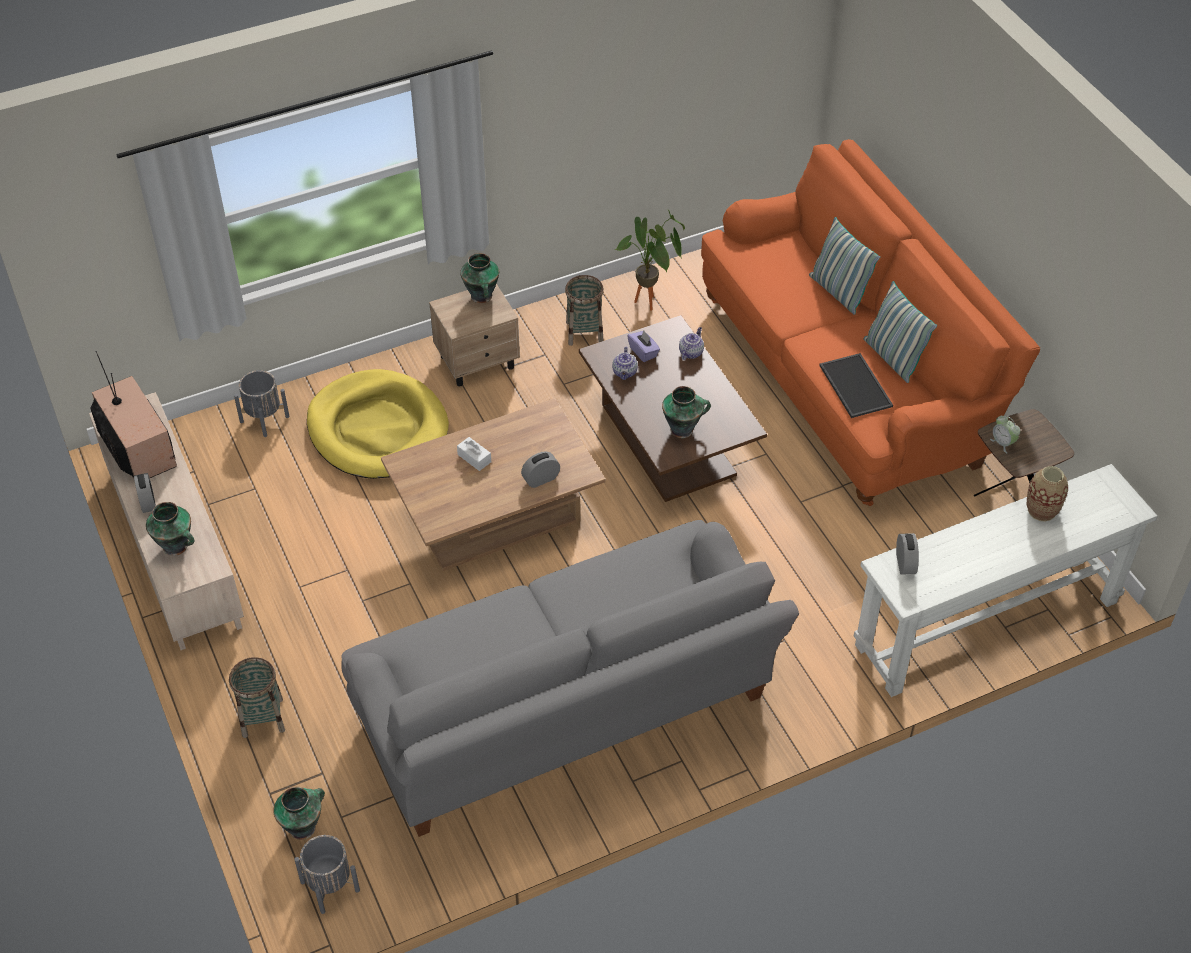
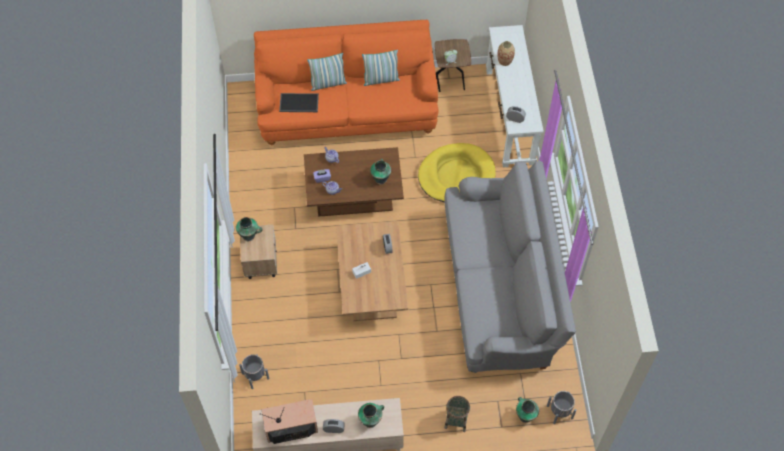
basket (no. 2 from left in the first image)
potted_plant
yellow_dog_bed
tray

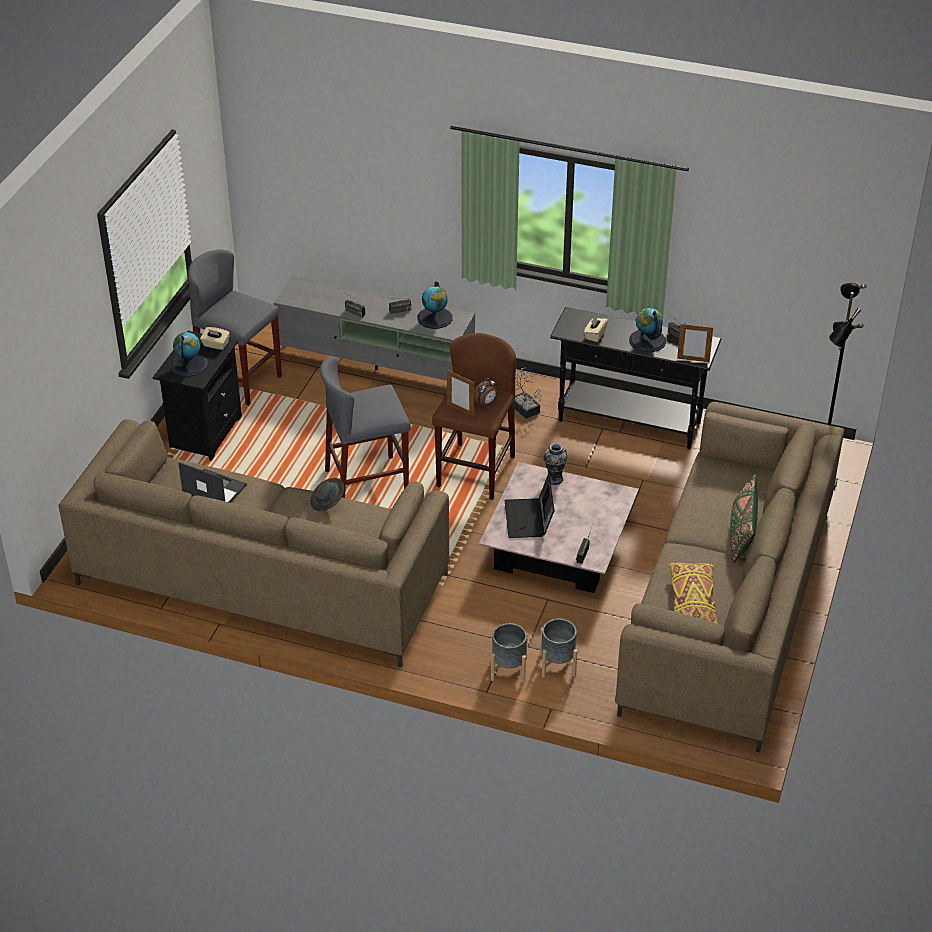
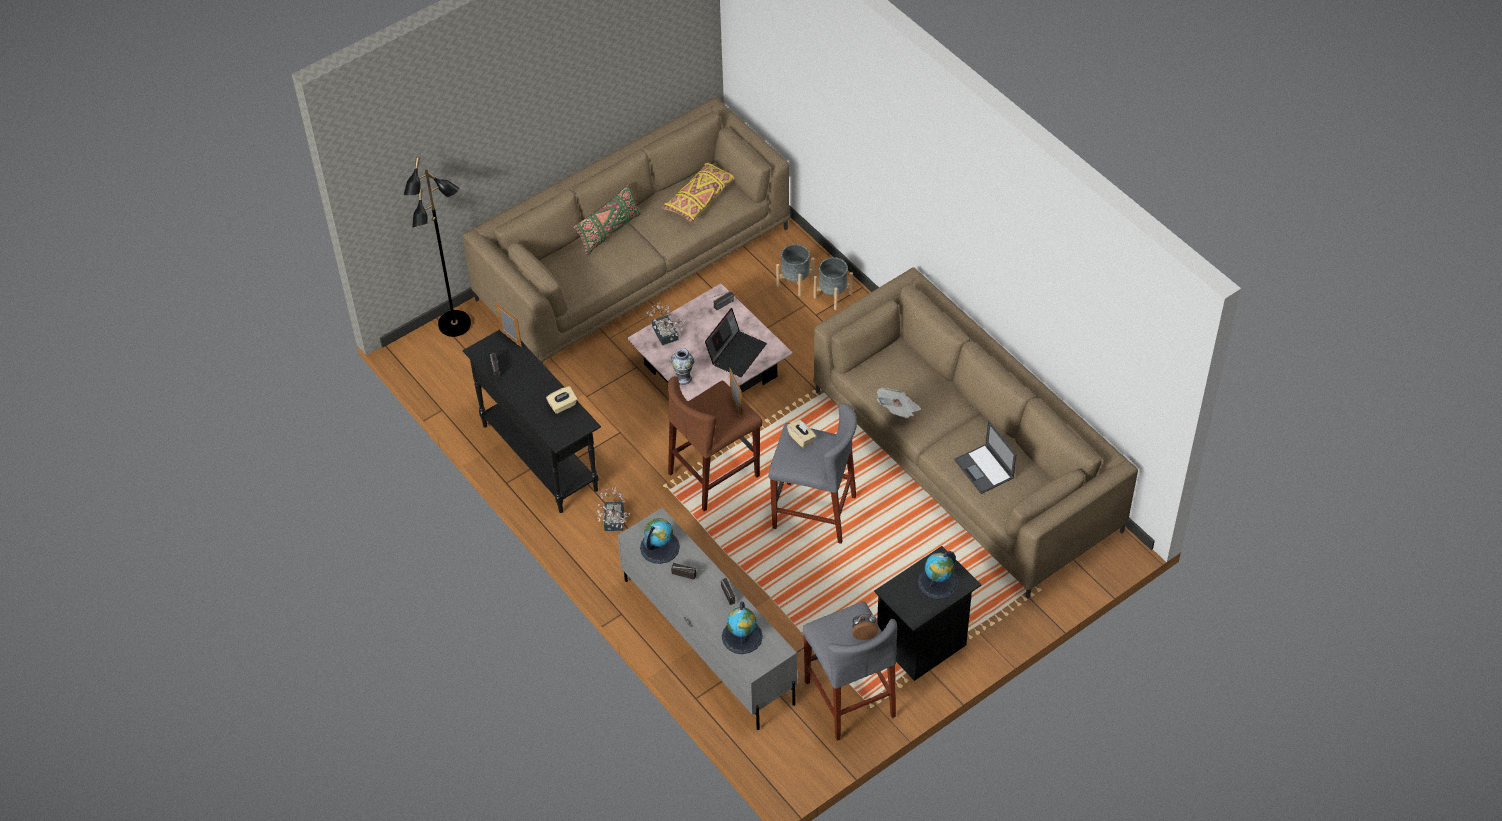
potted_plant (no. 2 from left)
beige_tissue_box (no. 2 from left)
alarm_clock
globe (no. 2 from left)
newspaper

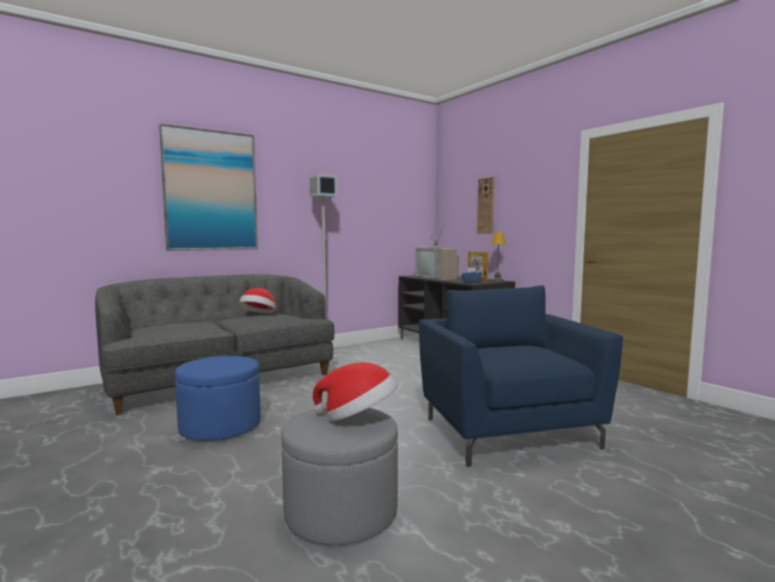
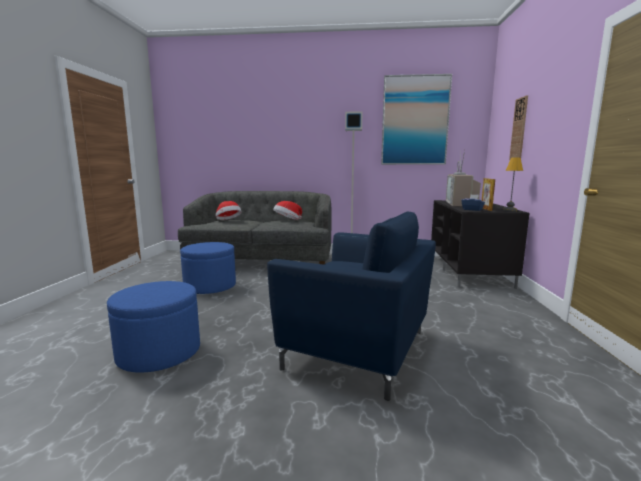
picture
hat (no. 1 from left)
blue_ottoman (no. 1 from left)
blue_armchair

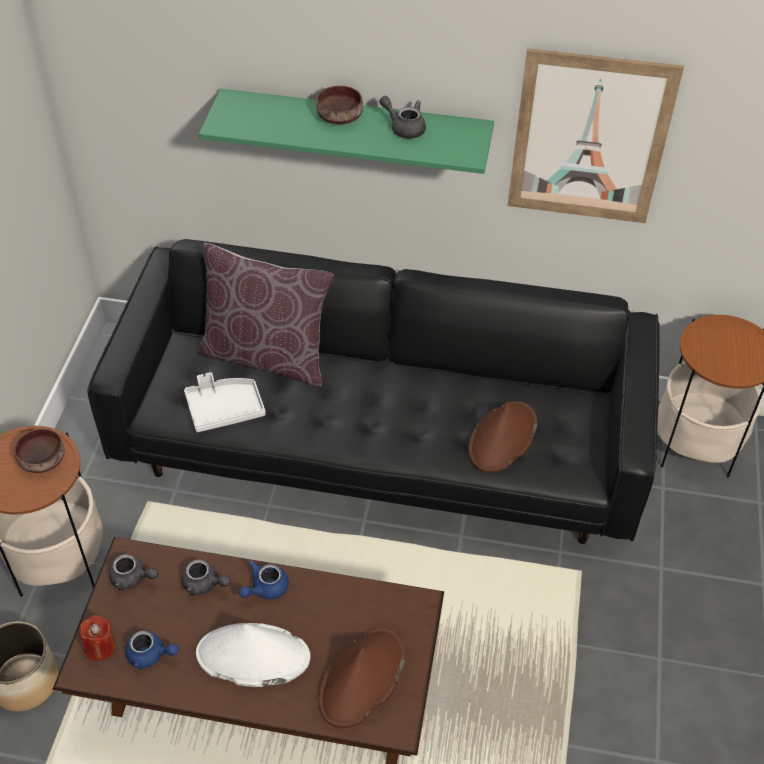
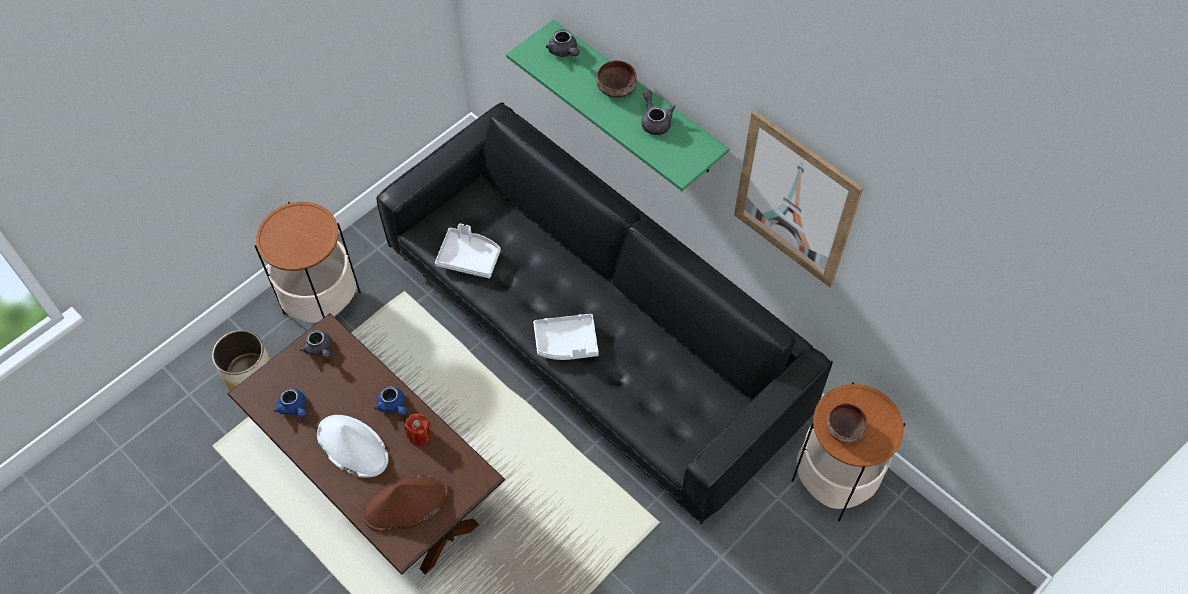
brown_pillow
brown_hat (no. 2 from left in the first image)
white_tray (no. 2 from left)
brown_bowl (no. 2 from left)
red_candle
grey_teapot (no. 2 from left)
blue_teapot (no. 2 from left)

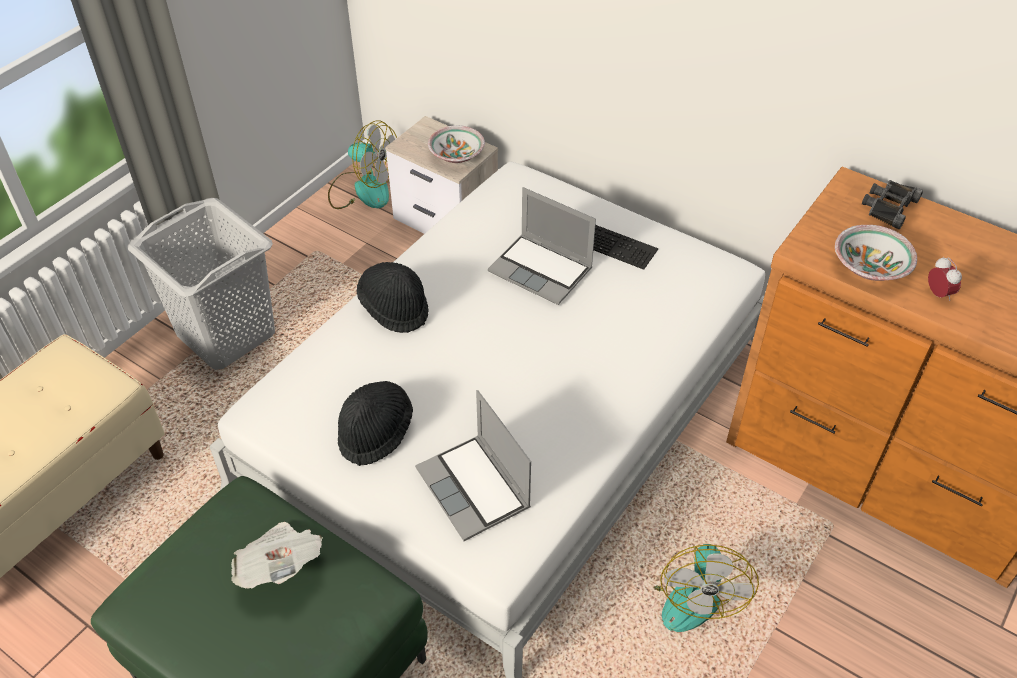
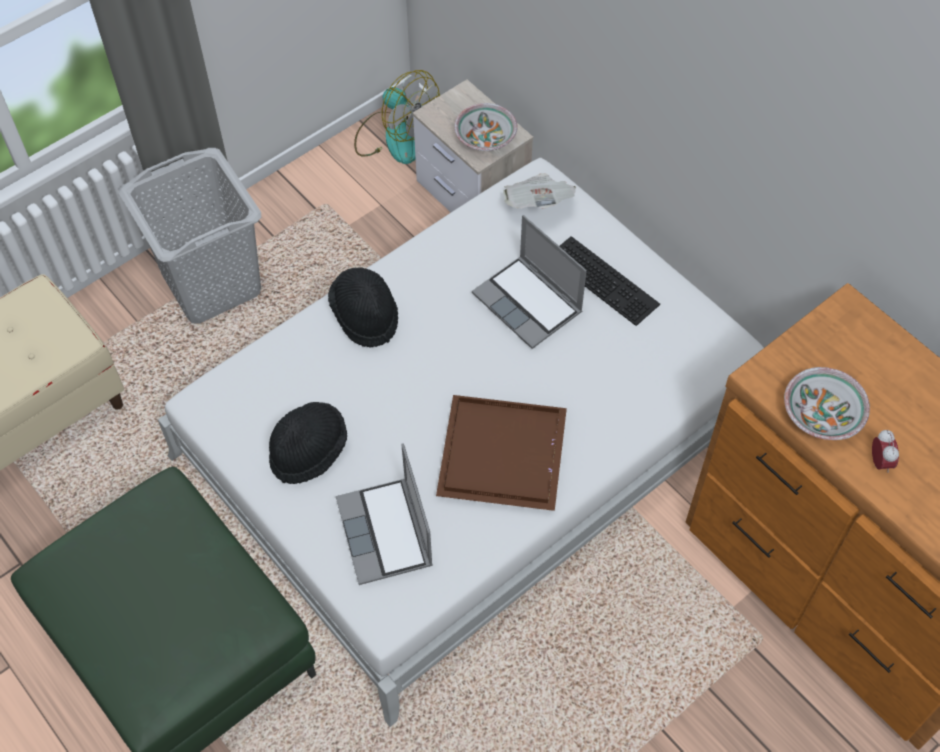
fan (no. 2 from left in the first image)
black_binoculars
brown_tray
newspaper

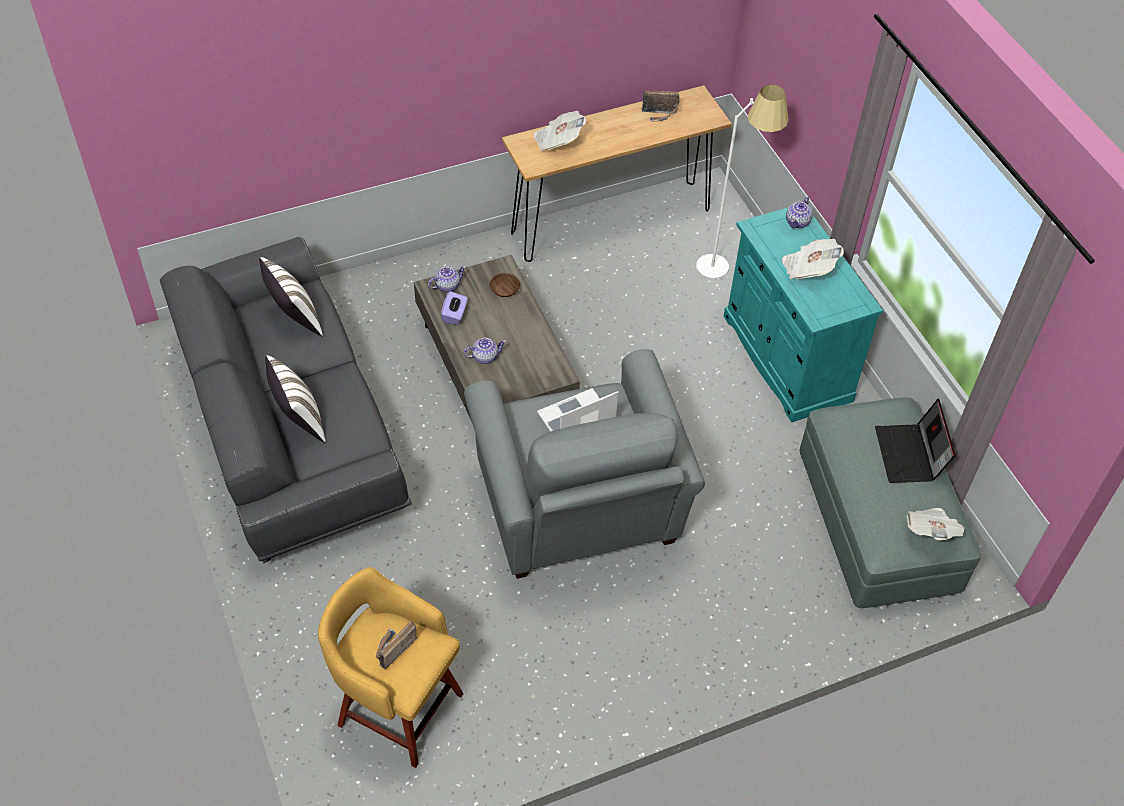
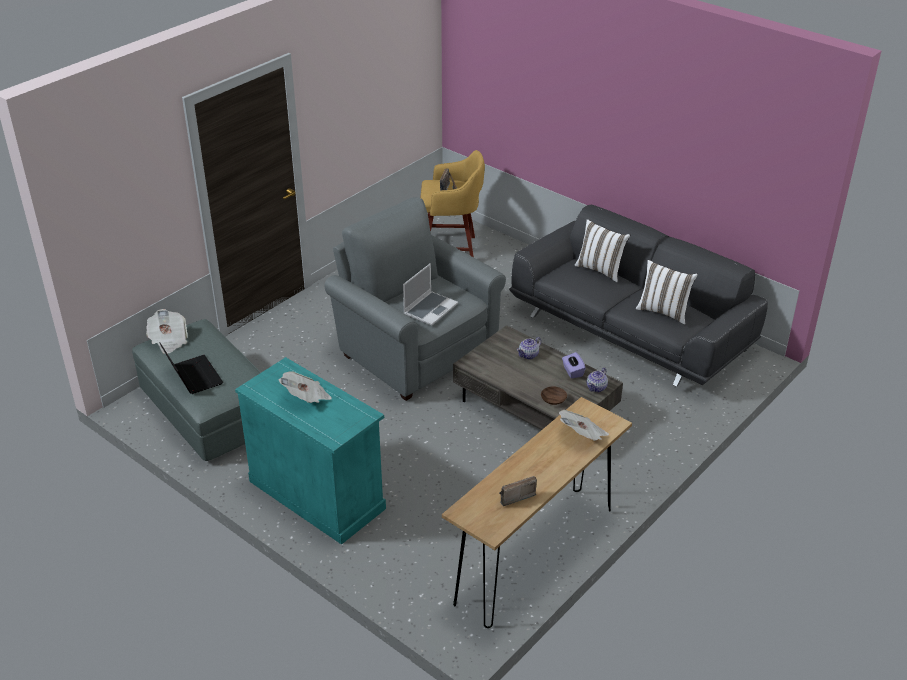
white_floor_lamp
teapot (no. 3 from left in the first image)

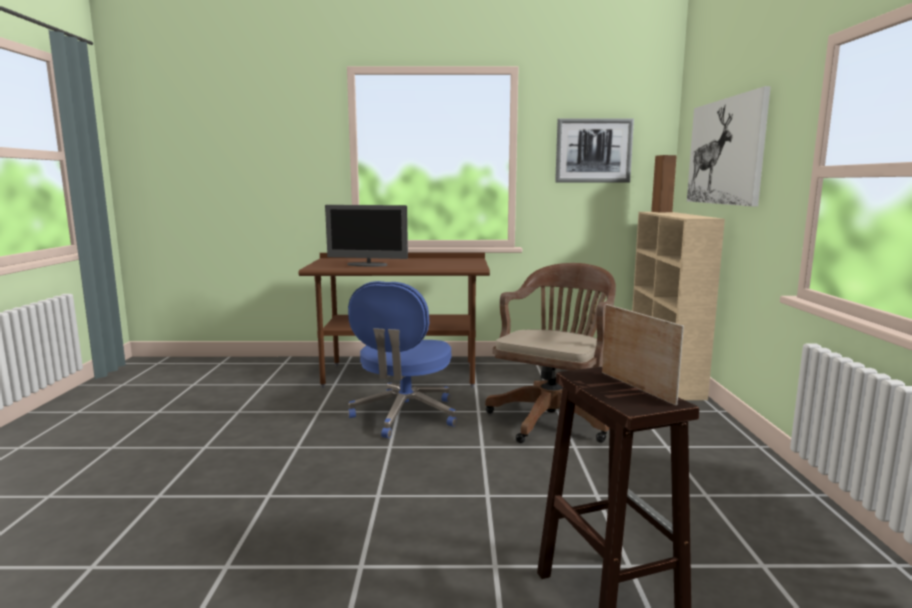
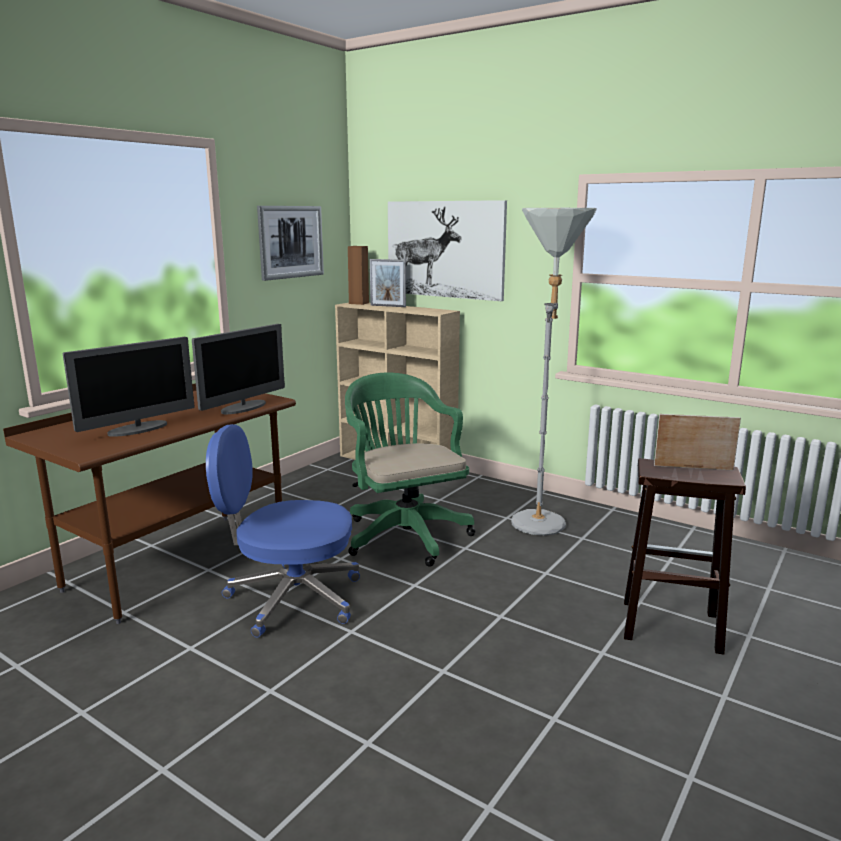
monitor (no. 2 from left)
picture_frame (no. 1 from left)
grey_floor_lamp
green_office_chair
blue_office_chair

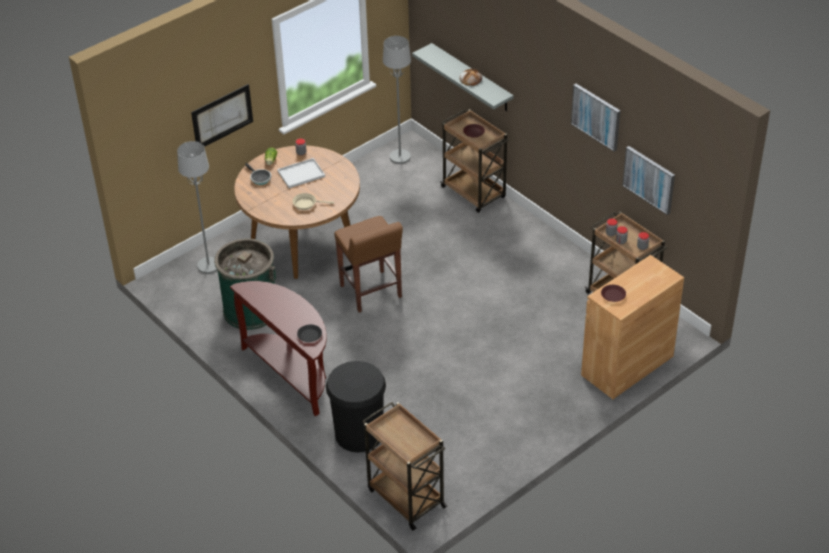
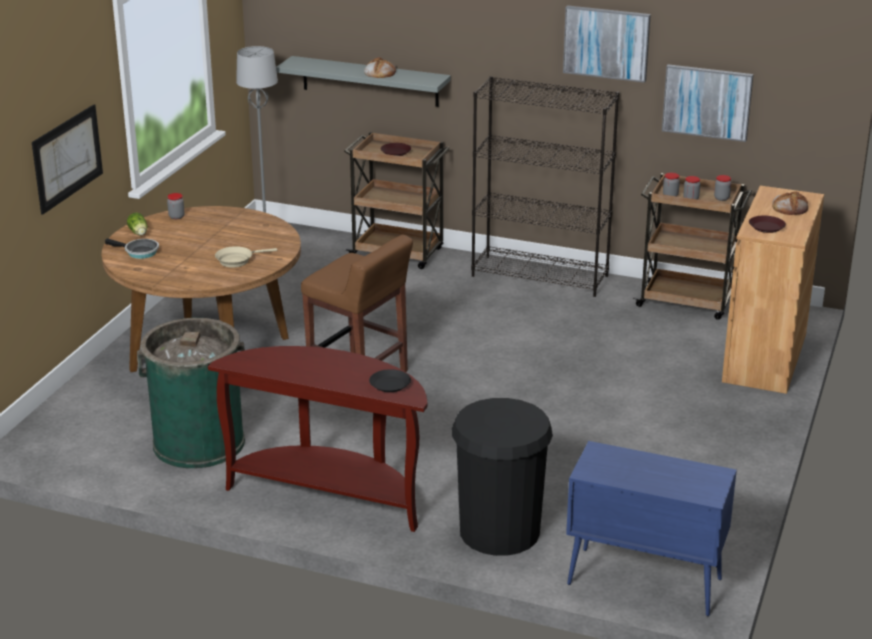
grey_floor_lamp (no. 1 from left in the first image)
white_tray
black_bookcase
bread (no. 2 from left)
blue_cabinet

